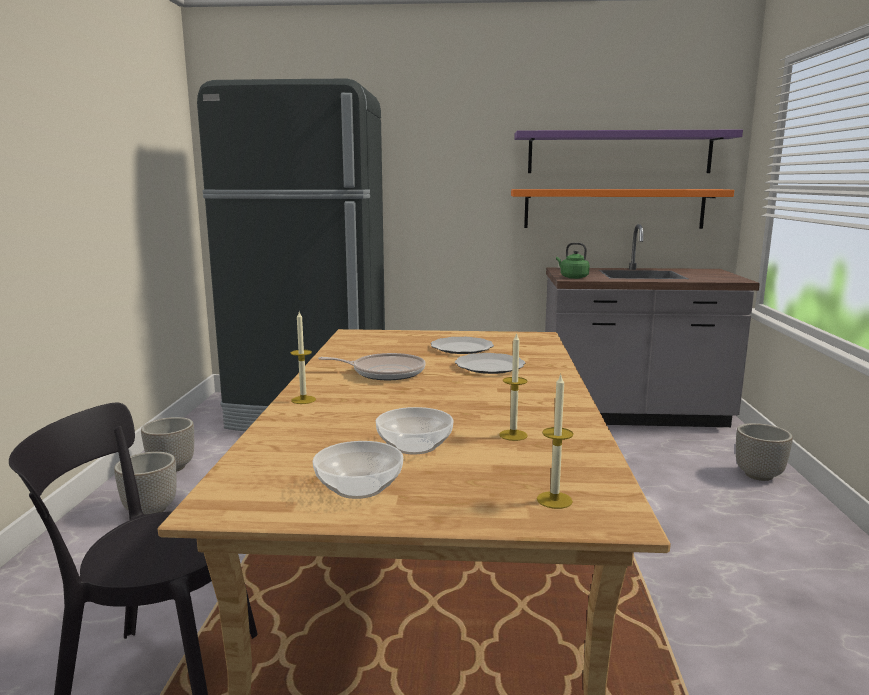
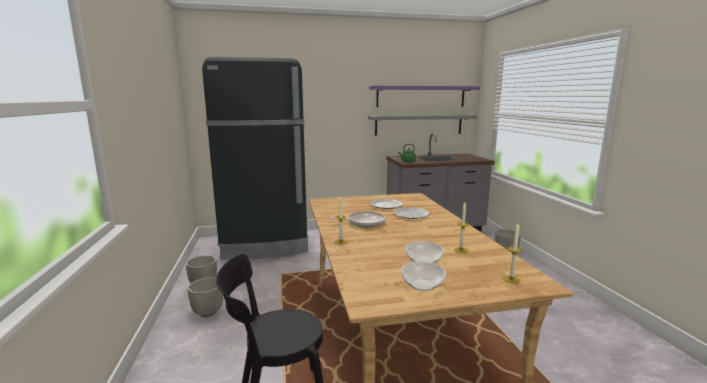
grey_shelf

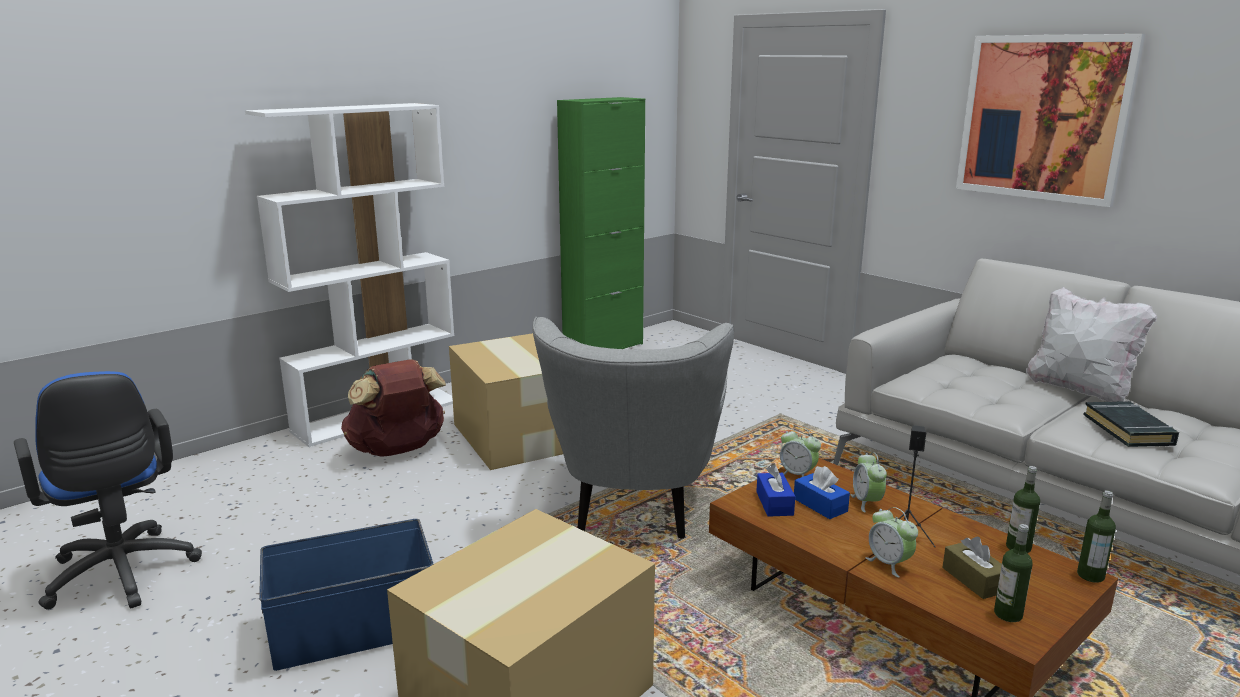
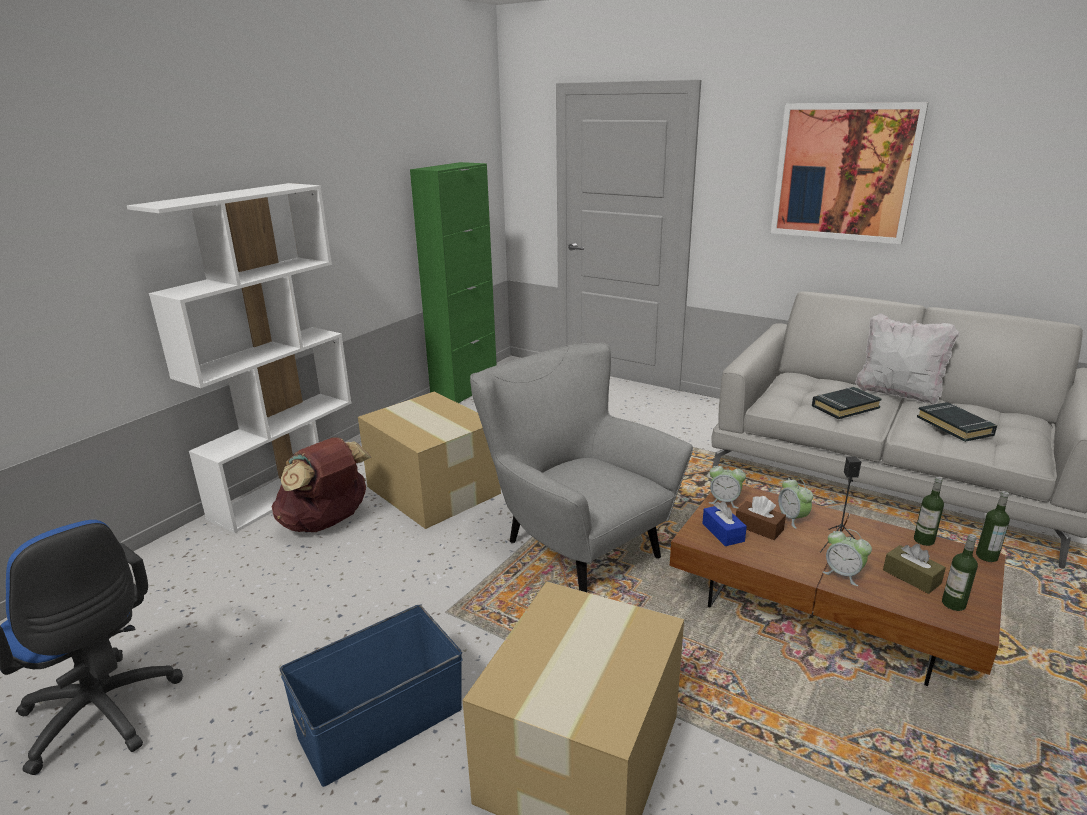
black_book (no. 1 from left)
brown_tissue_box (no. 1 from left)
grey_armchair

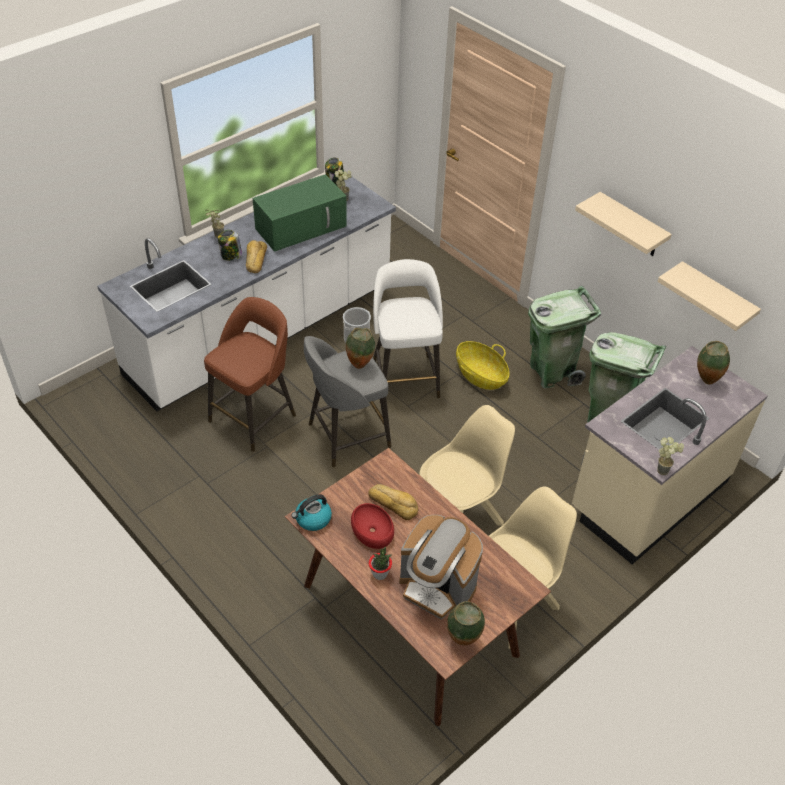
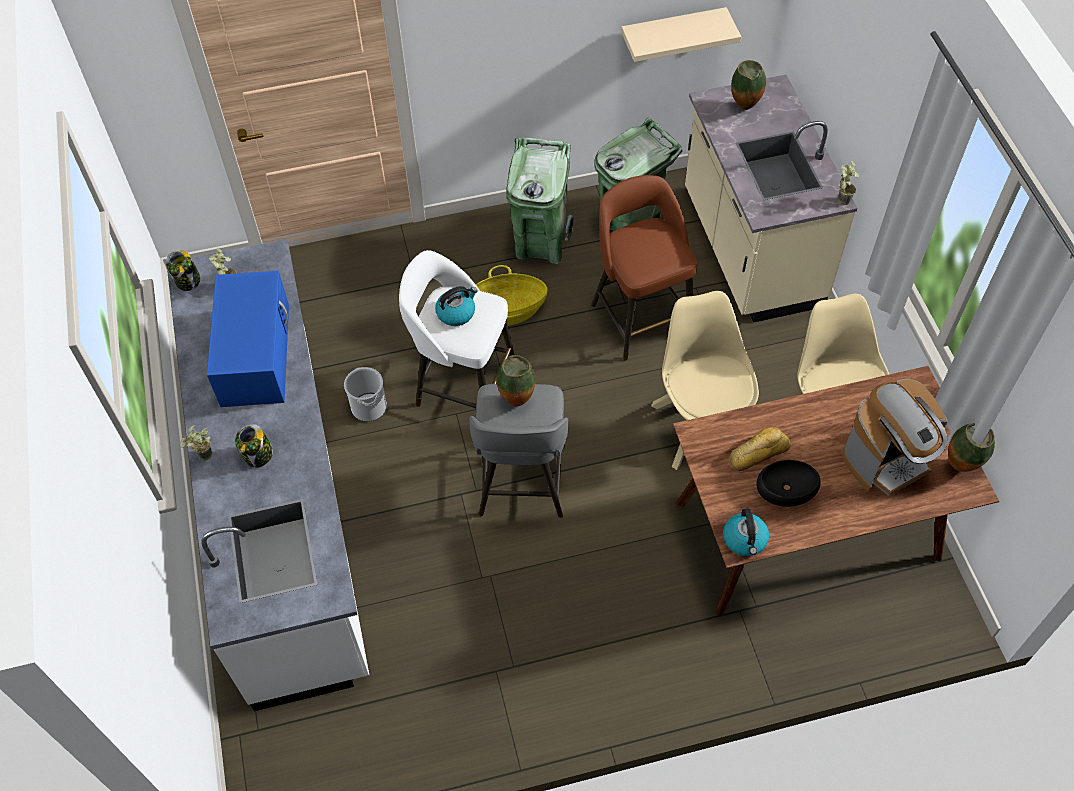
bread (no. 1 from left in the first image)
potted_plant (no. 3 from left in the first image)
beige_shelf (no. 1 from left in the first image)
kettle (no. 1 from left)
brown_stool
blue_microwave
black_bowl

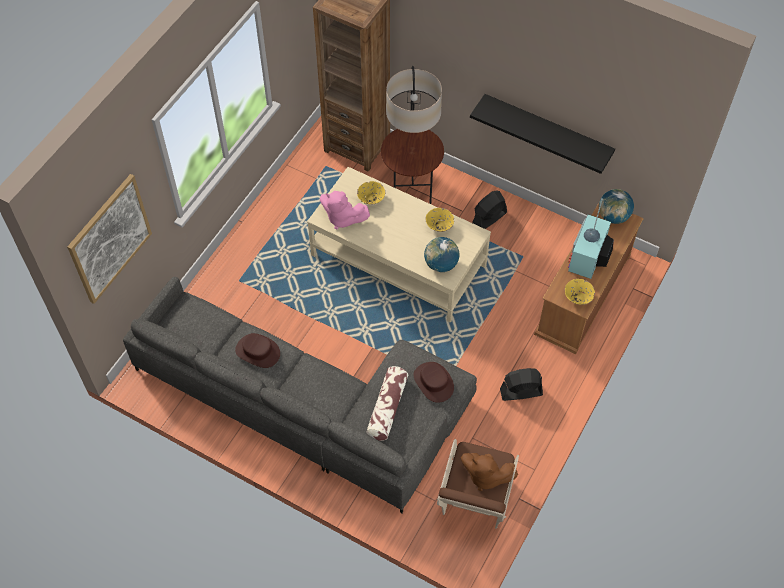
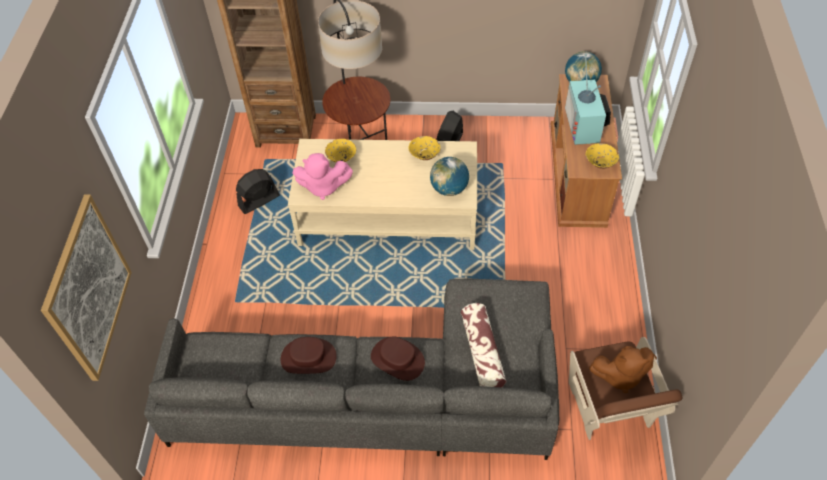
black_shelf
brown_hat (no. 2 from left)
black_fan (no. 1 from left)

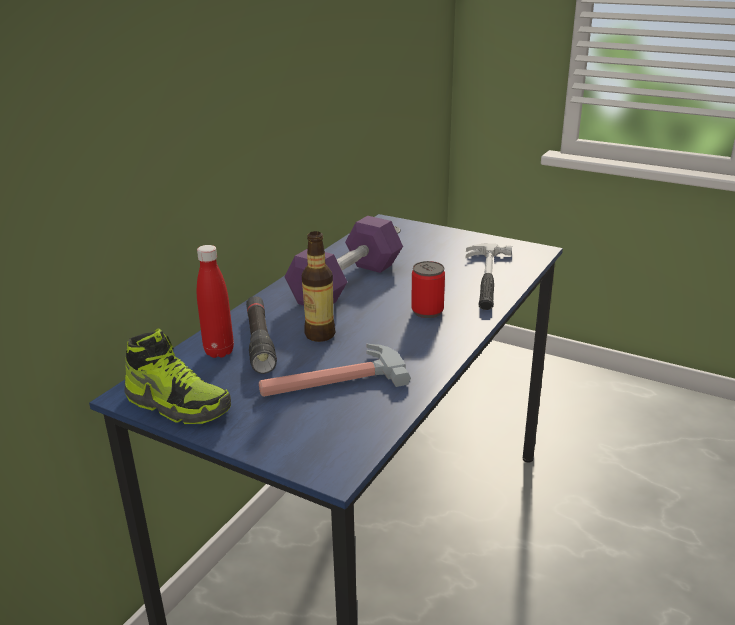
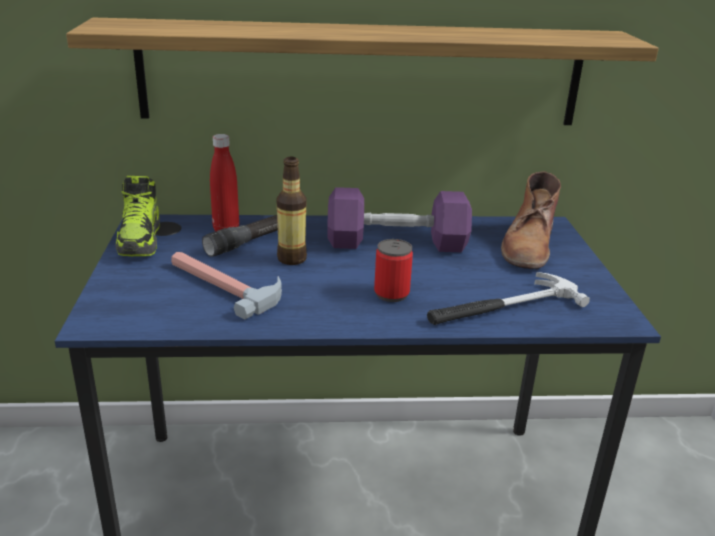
shelf
brown_boot

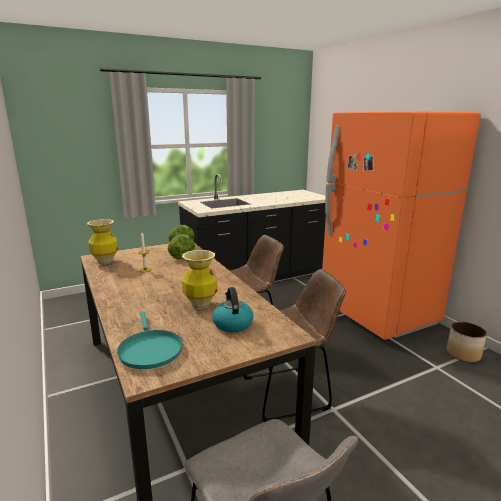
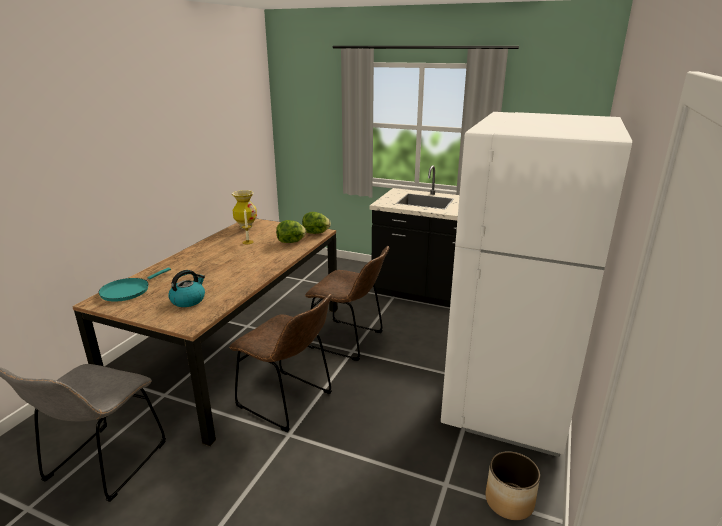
vase (no. 2 from left in the first image)
white_fridge

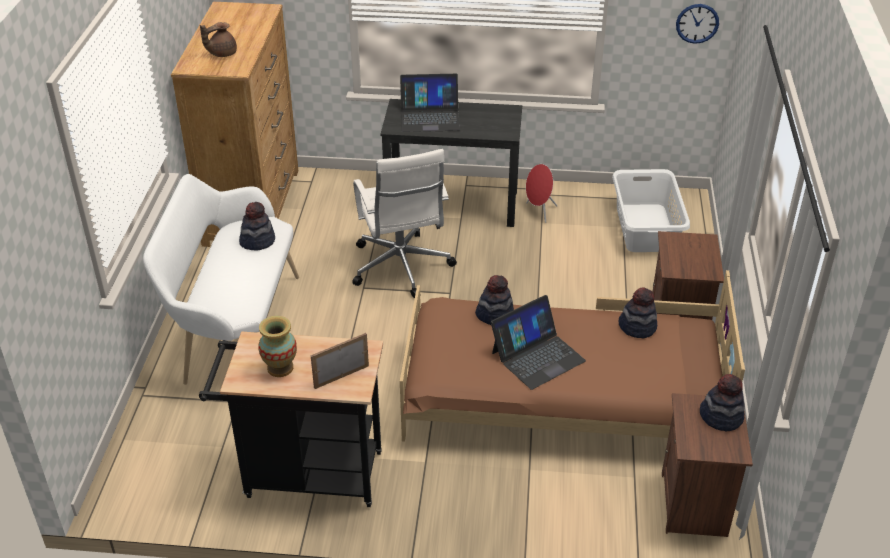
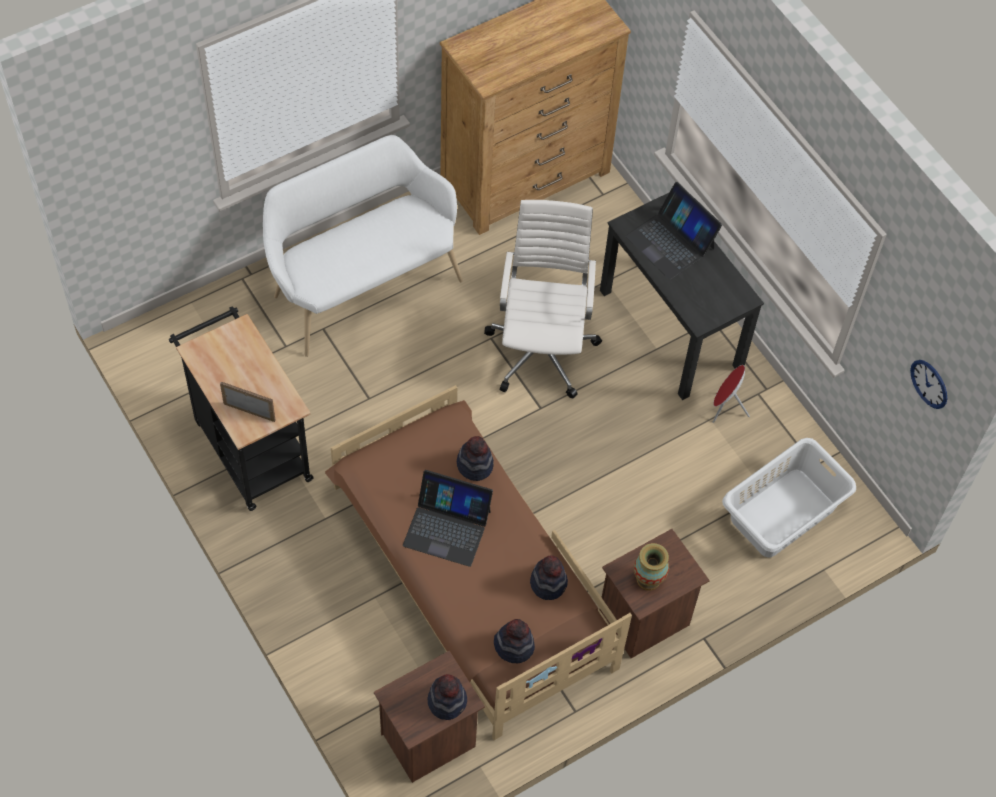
brown_teapot
hat (no. 3 from left)
vase
white_office_chair

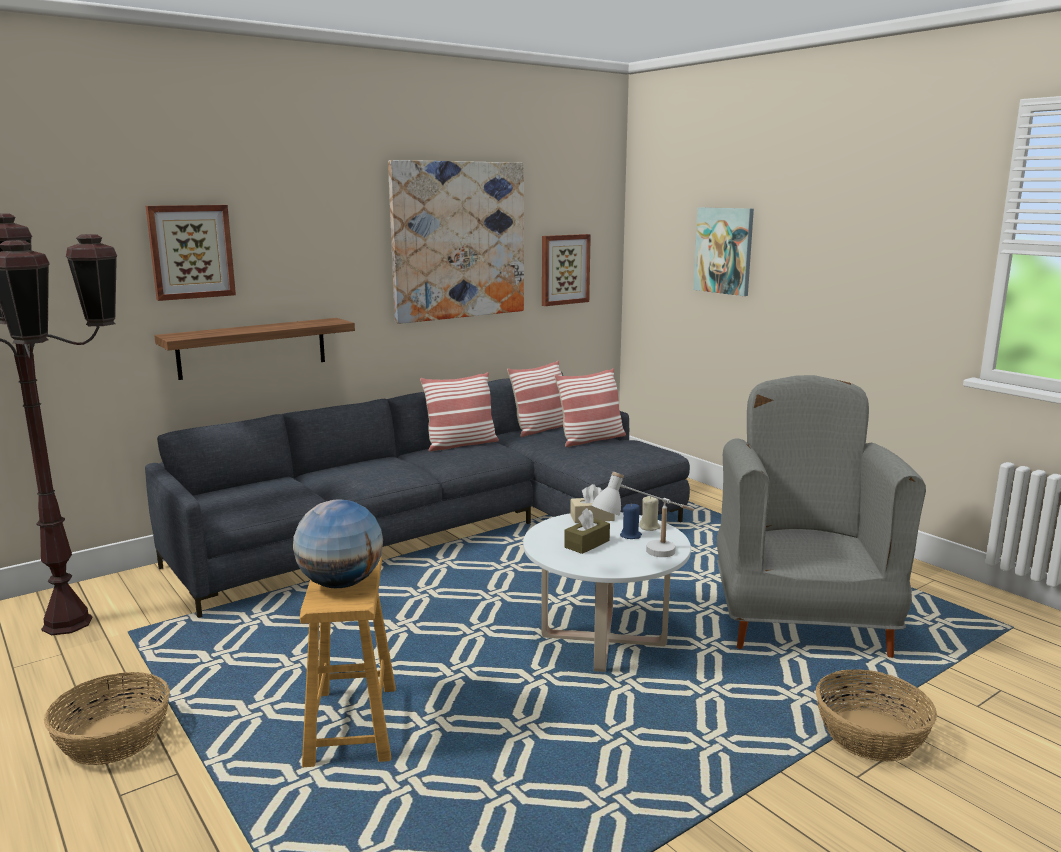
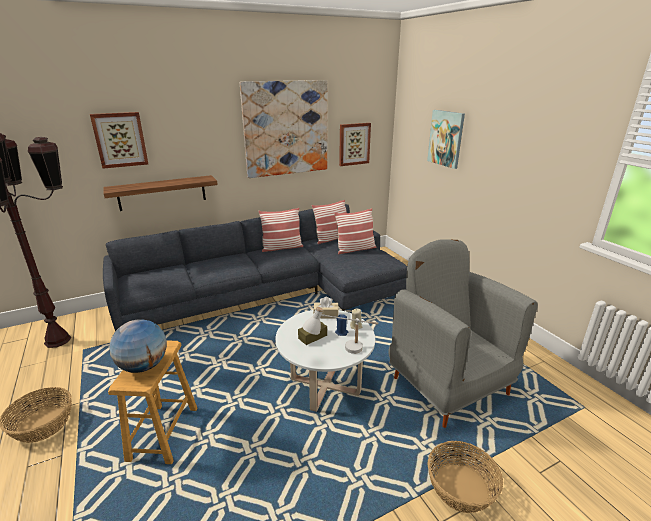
grey_armchair

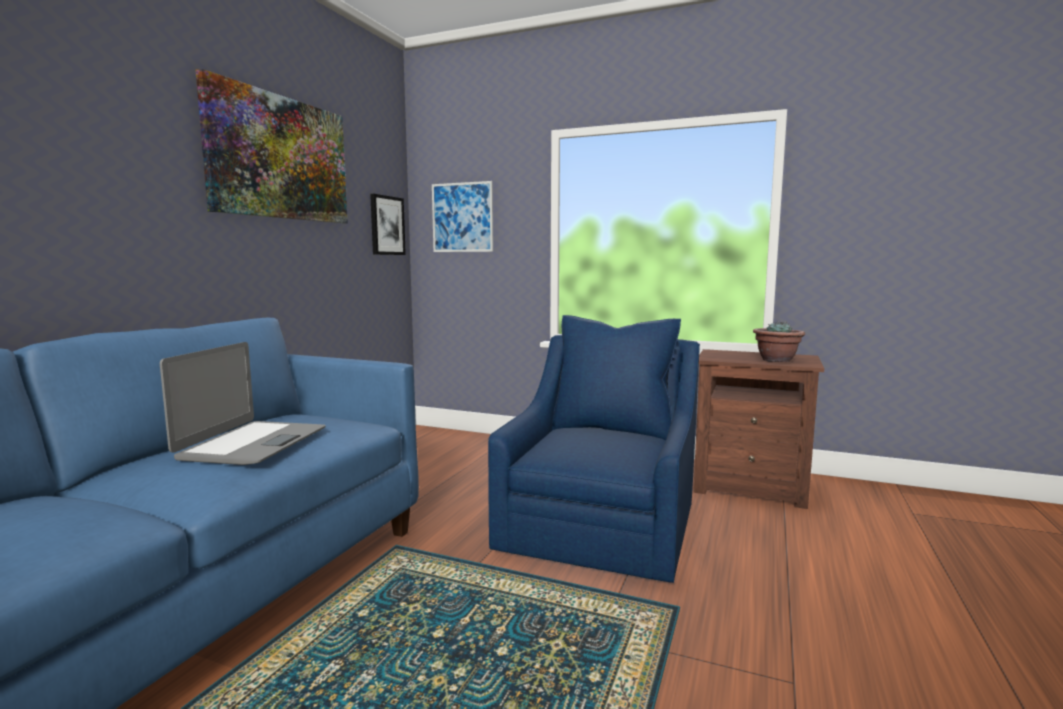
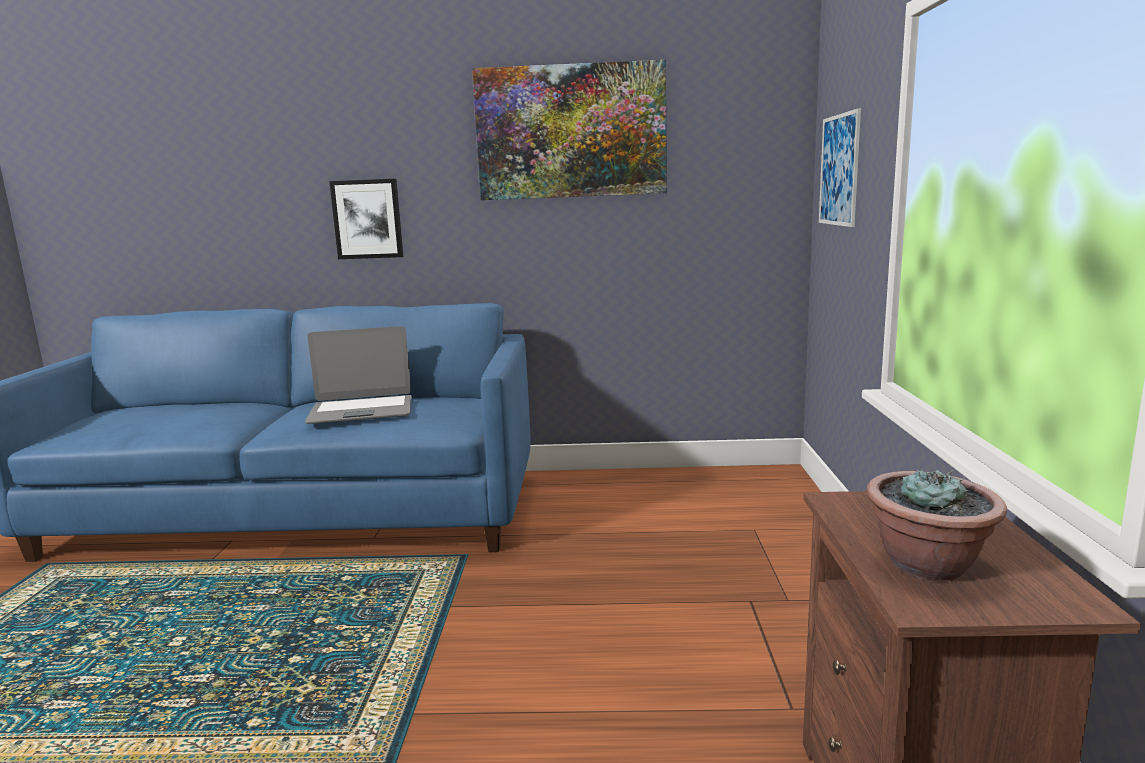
blue_armchair
picture (no. 1 from left)

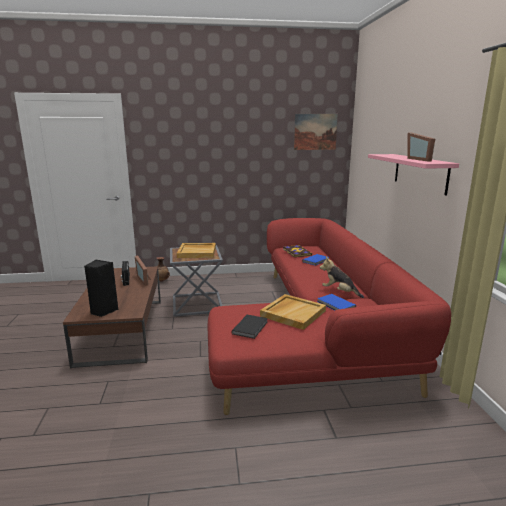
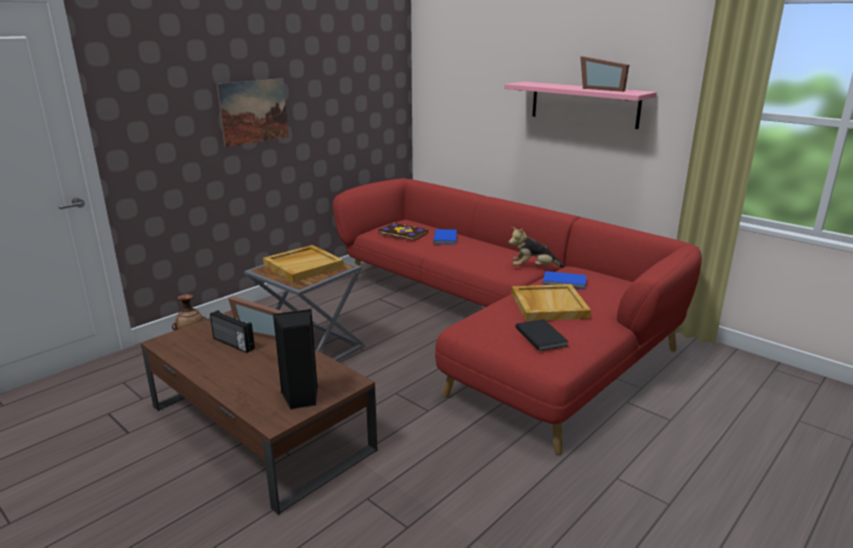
picture

